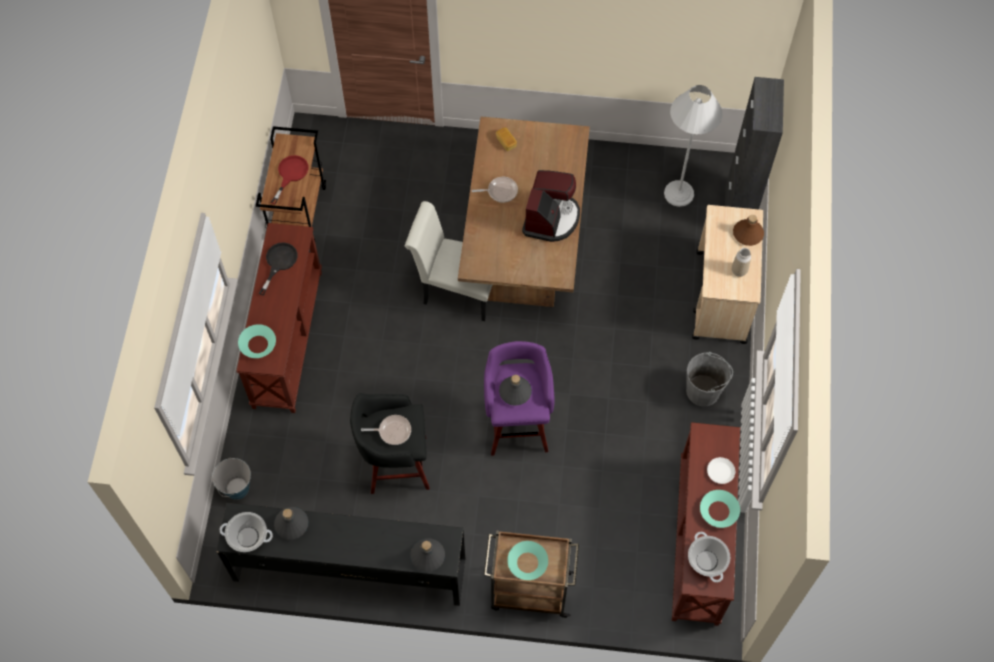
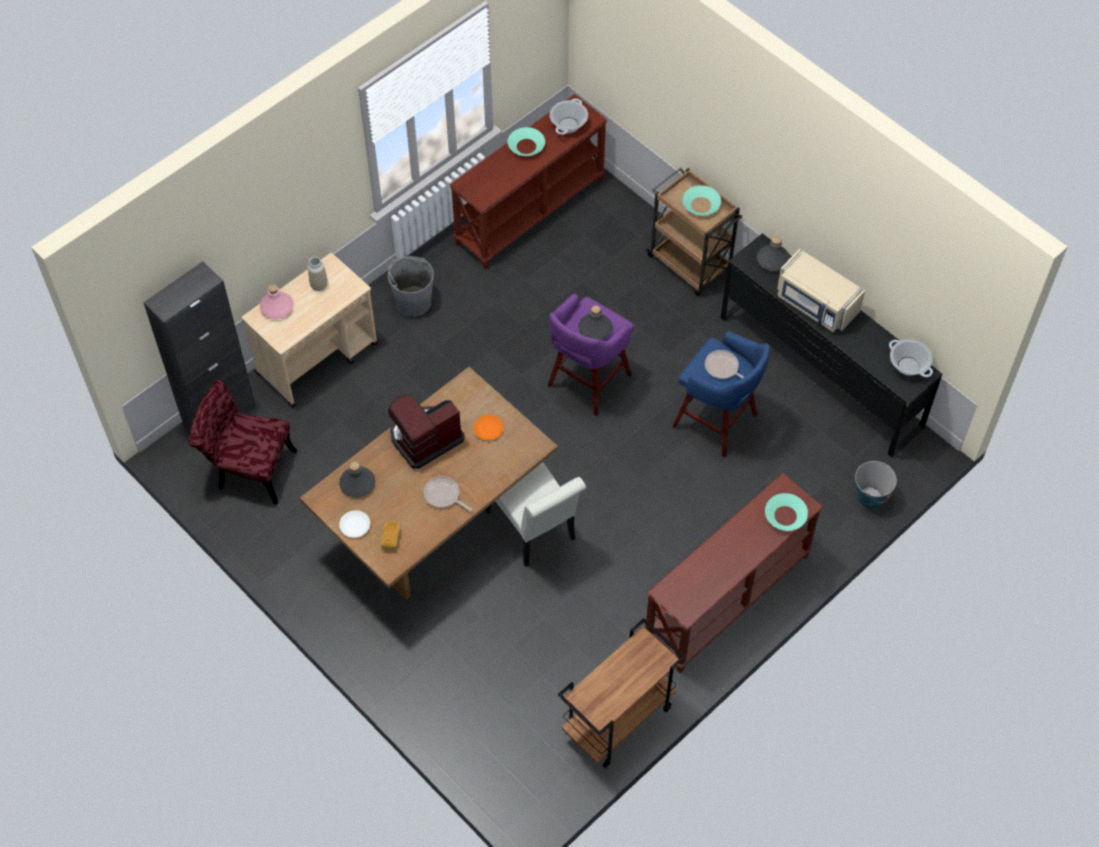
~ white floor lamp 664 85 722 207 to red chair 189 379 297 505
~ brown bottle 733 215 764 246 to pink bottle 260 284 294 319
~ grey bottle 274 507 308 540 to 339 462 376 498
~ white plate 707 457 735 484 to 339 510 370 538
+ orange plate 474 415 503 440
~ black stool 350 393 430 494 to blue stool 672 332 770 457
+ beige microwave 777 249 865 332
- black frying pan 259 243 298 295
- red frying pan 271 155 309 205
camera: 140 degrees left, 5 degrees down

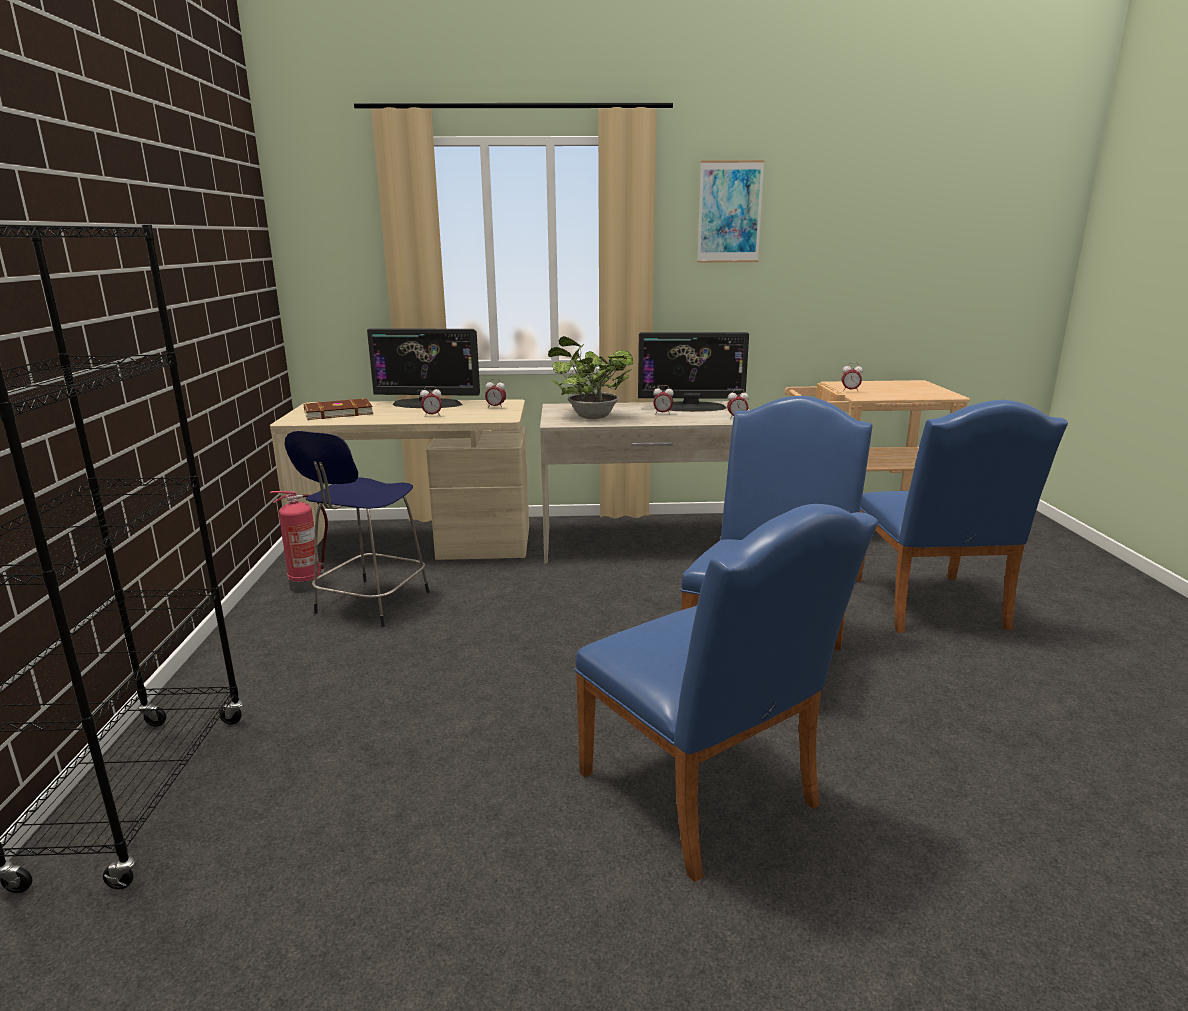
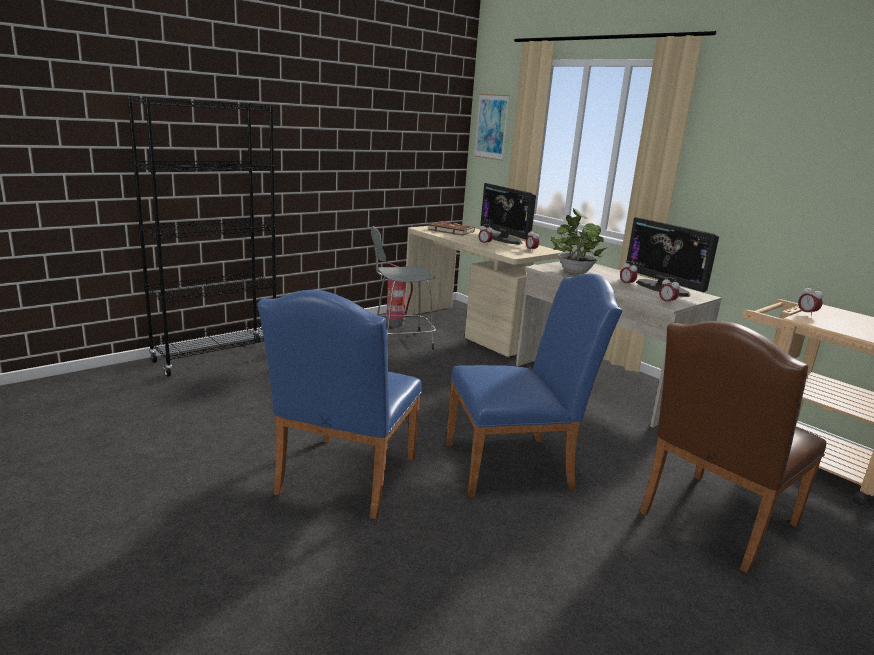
~ blue stool 285 431 430 627 to grey stool 371 226 436 350
~ picture 697 160 765 263 to 474 94 510 161
~ blue chair 856 400 1068 633 to brown chair 640 321 826 573
camera: 50 degrees right, 0 degrees up

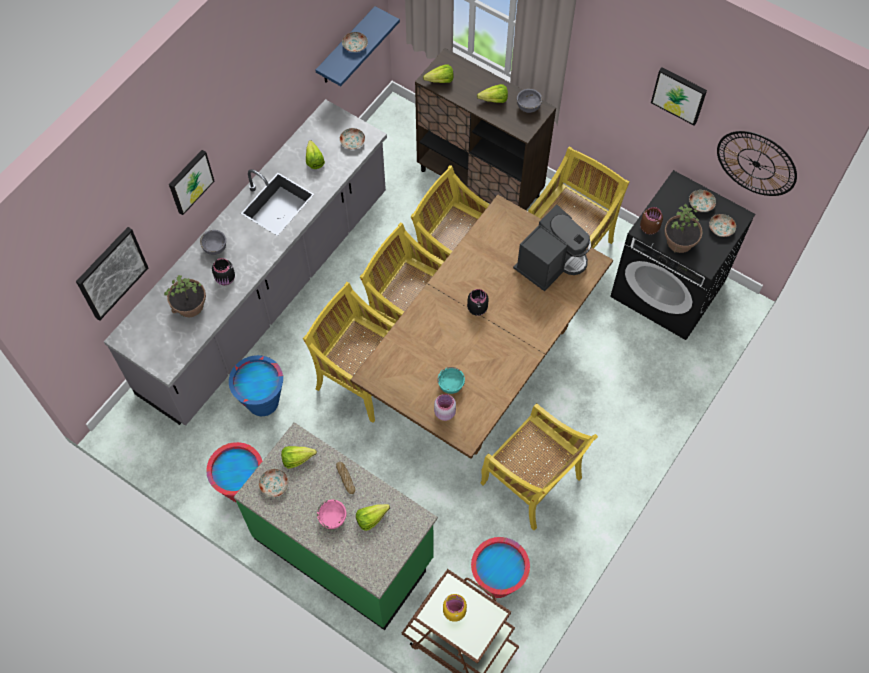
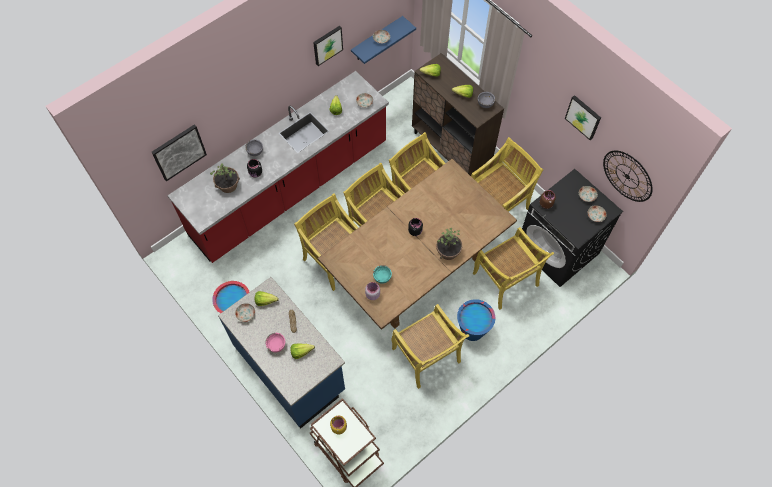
~ grey counter 104 99 387 426 to red counter 168 71 389 263
~ green counter 234 422 438 630 to blue counter 218 277 345 428
~ picture 169 150 214 215 to 313 26 343 66
~ potted plant 664 204 703 253 to 436 228 462 260
~ blue bucket 229 355 283 416 to 457 299 495 341
+ yellow chair 473 227 554 310
- red bucket 471 537 530 598
- coffee machine 513 205 591 291
camera: 15 degrees right, 0 degrees up

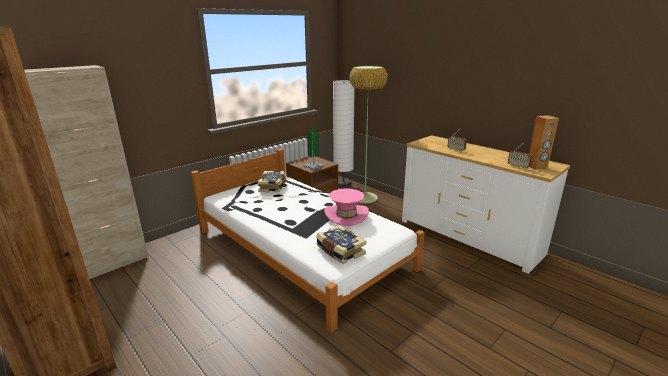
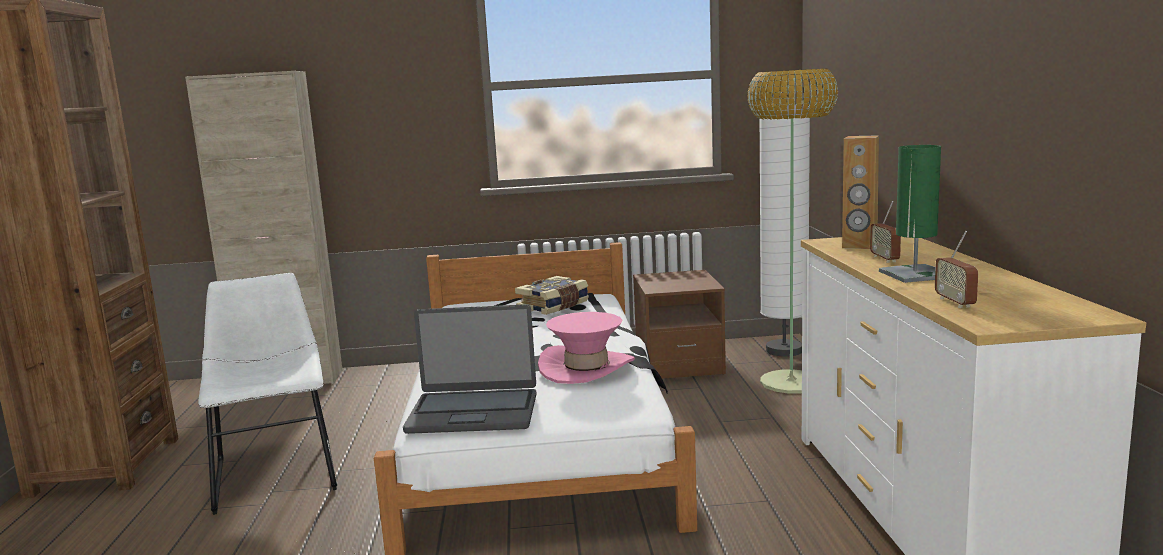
+ white chair 198 273 337 515
~ book 316 225 366 264 to laptop 403 304 536 434
~ brown speaker 529 115 559 170 to 842 135 879 249
~ green table lamp 304 130 324 170 to 879 145 941 283
camera: 40 degrees right, 10 degrees down

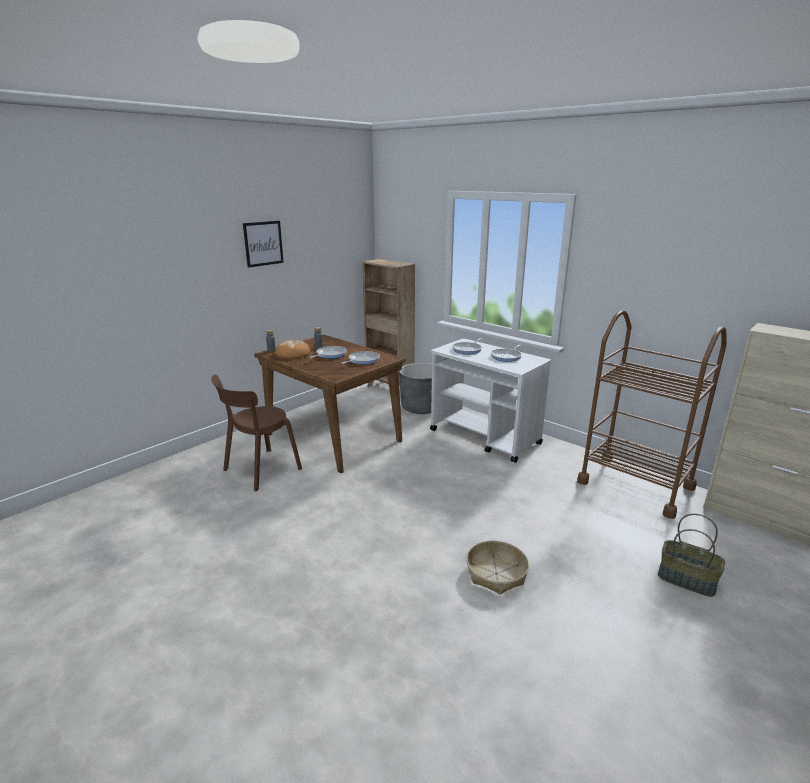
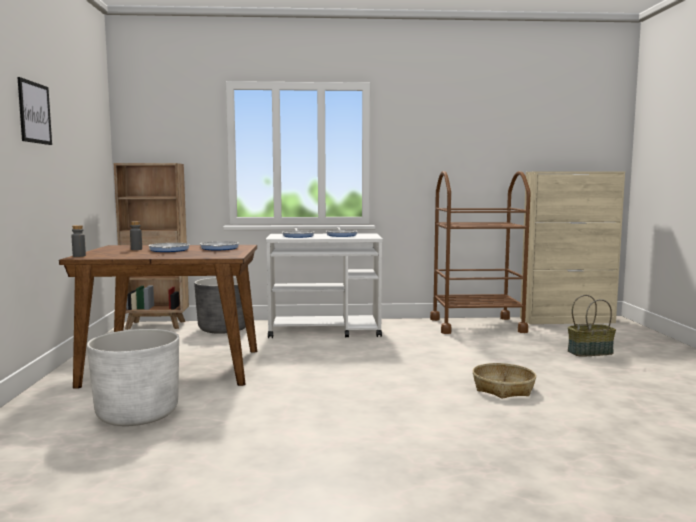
~ brown chair 211 374 302 492 to white planter 87 329 179 426
- bread 275 340 310 359
camera: 45 degrees left, 15 degrees down

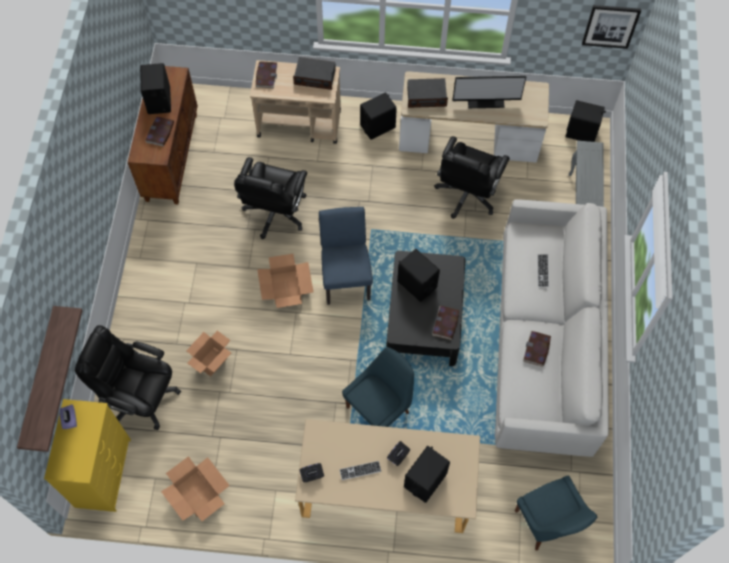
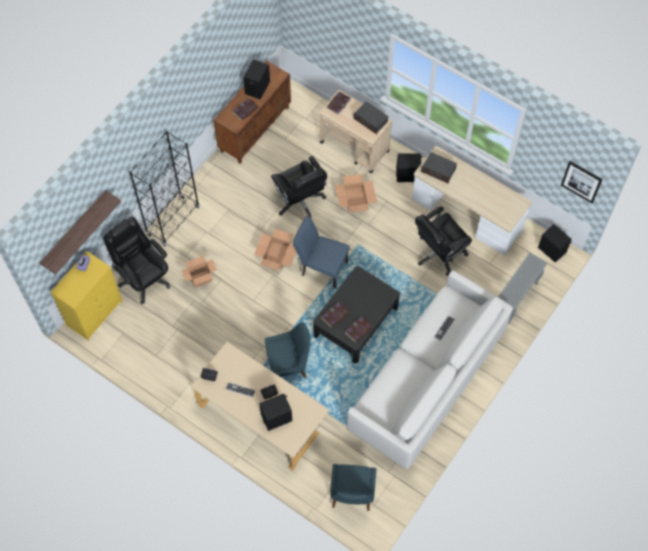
+ black bookcase 129 131 200 247
~ black office chair 234 157 307 239 = 271 156 327 218 75 degrees counterclockwise
~ blue chair 319 207 373 305 = 293 216 350 289 90 degrees counterclockwise
~ book 523 331 551 367 to 322 302 349 327
~ cardboard box 161 456 230 521 to 335 174 377 213
- black speaker 397 249 440 302
- monitor 453 76 526 108
camera: 30 degrees right, 0 degrees up

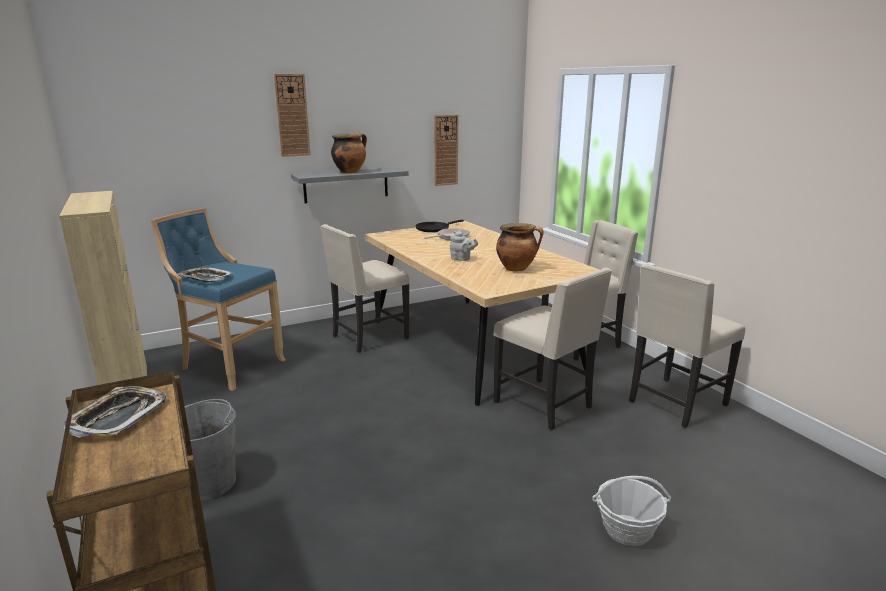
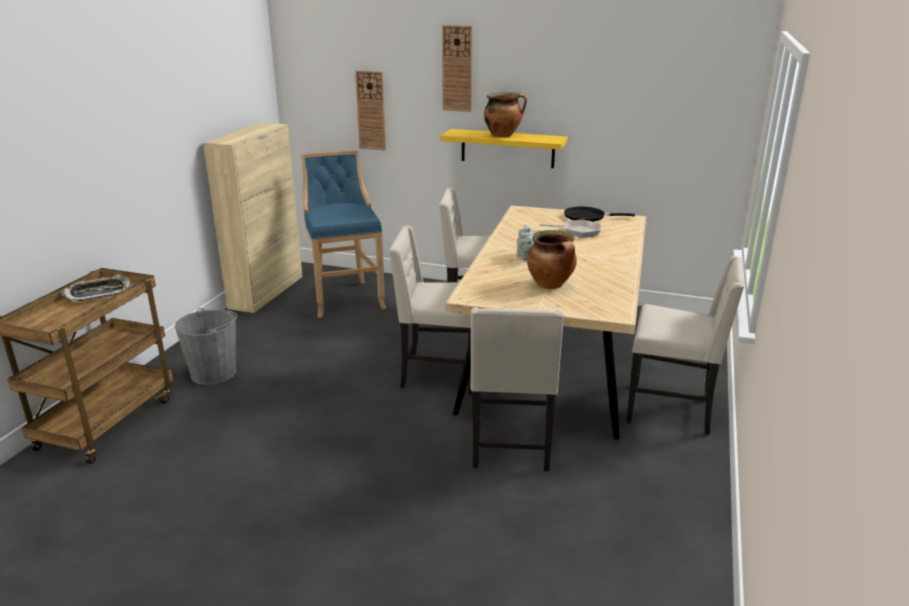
~ wall clock 434 115 458 186 to 355 70 386 150
~ beige chair 629 264 745 428 to 389 226 472 395
~ grey shelf 291 167 409 203 to yellow shelf 440 129 568 168
- tray 178 267 233 282
- basket 593 476 671 546
camera: 45 degrees right, 5 degrees up

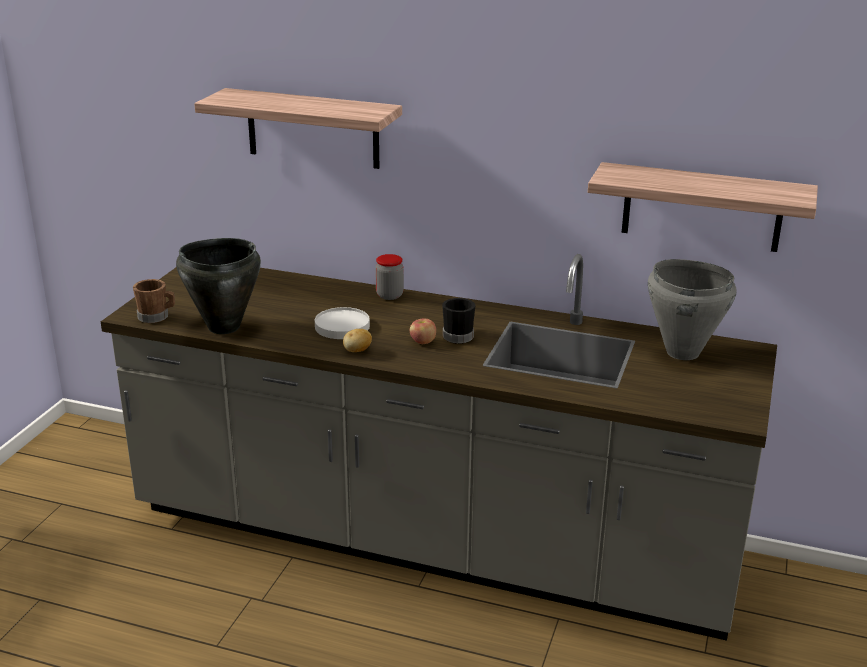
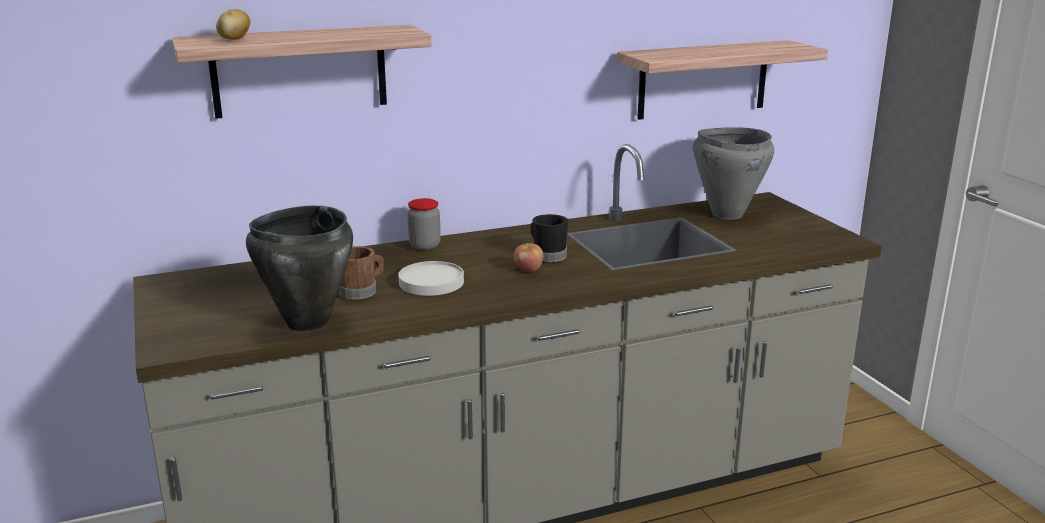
~ potato 343 329 372 352 to 216 9 250 40
~ brown mug 133 279 175 323 to 339 246 384 300
camera: 40 degrees left, 5 degrees down

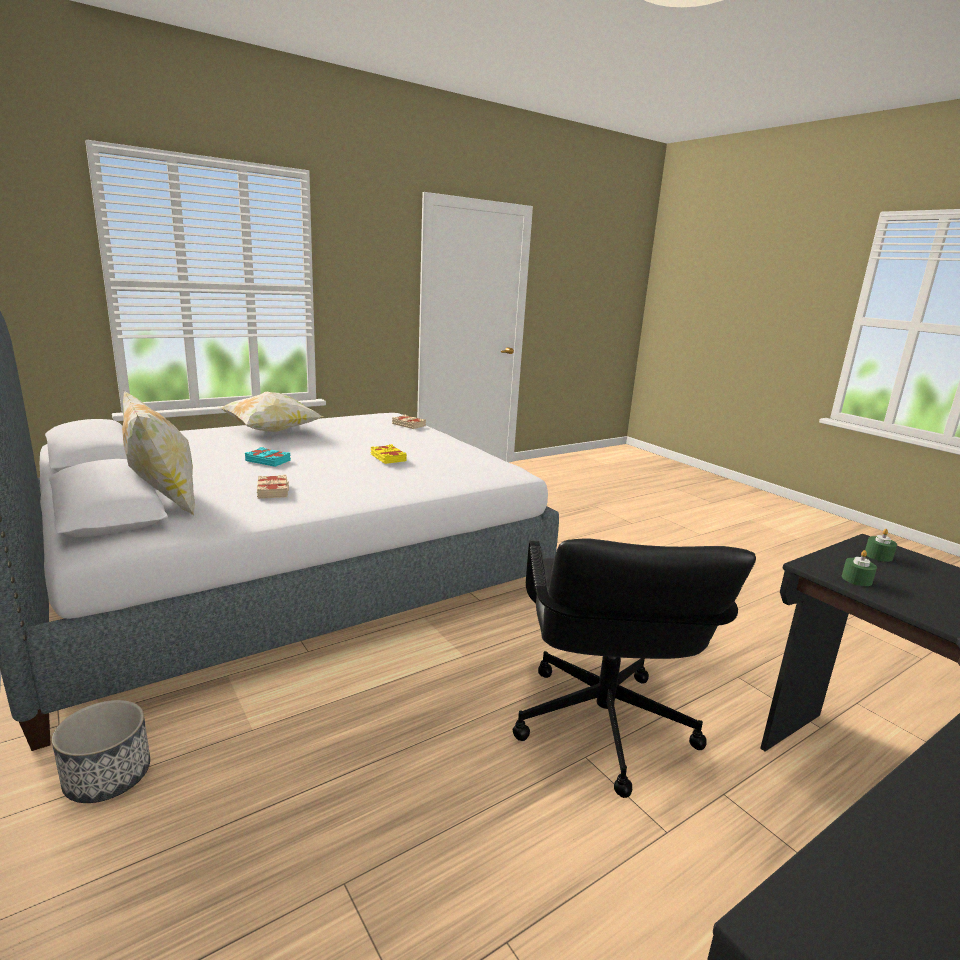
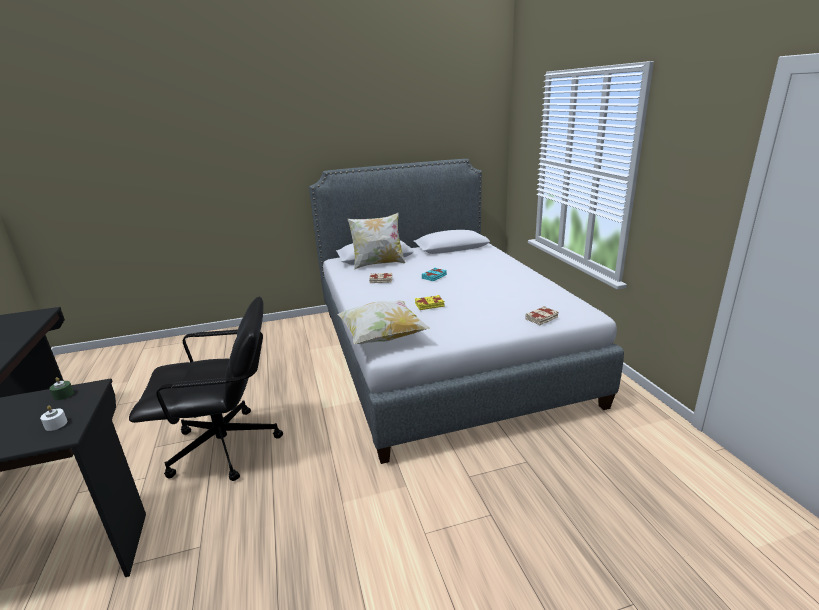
~ green candle 865 529 897 562 to white candle 40 406 68 431
~ black office chair 513 538 756 798 = 129 296 283 481 150 degrees clockwise
~ pillow 221 392 323 432 to 337 300 430 344
- planter 52 700 150 803
camera: 110 degrees right, 5 degrees up

